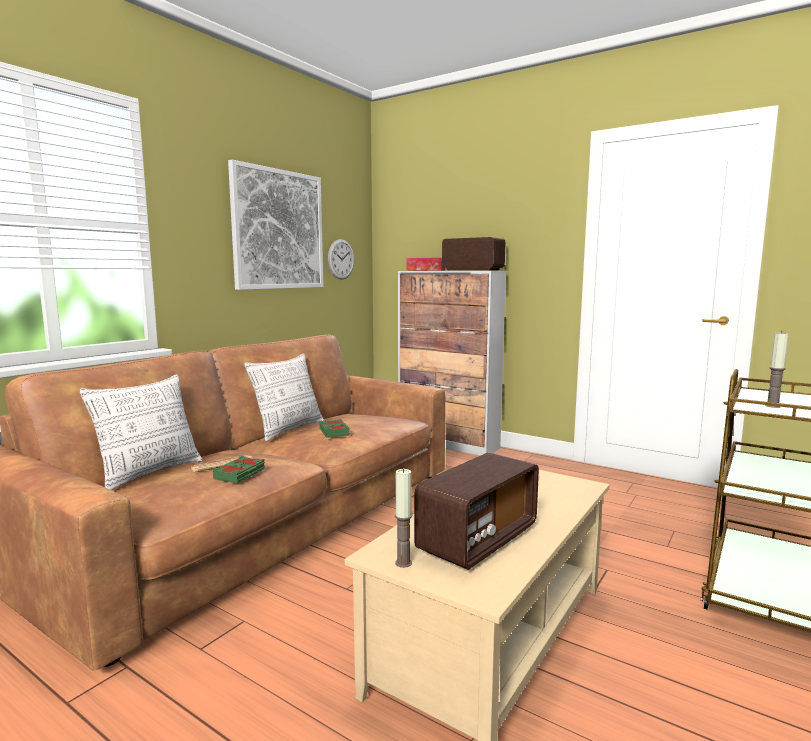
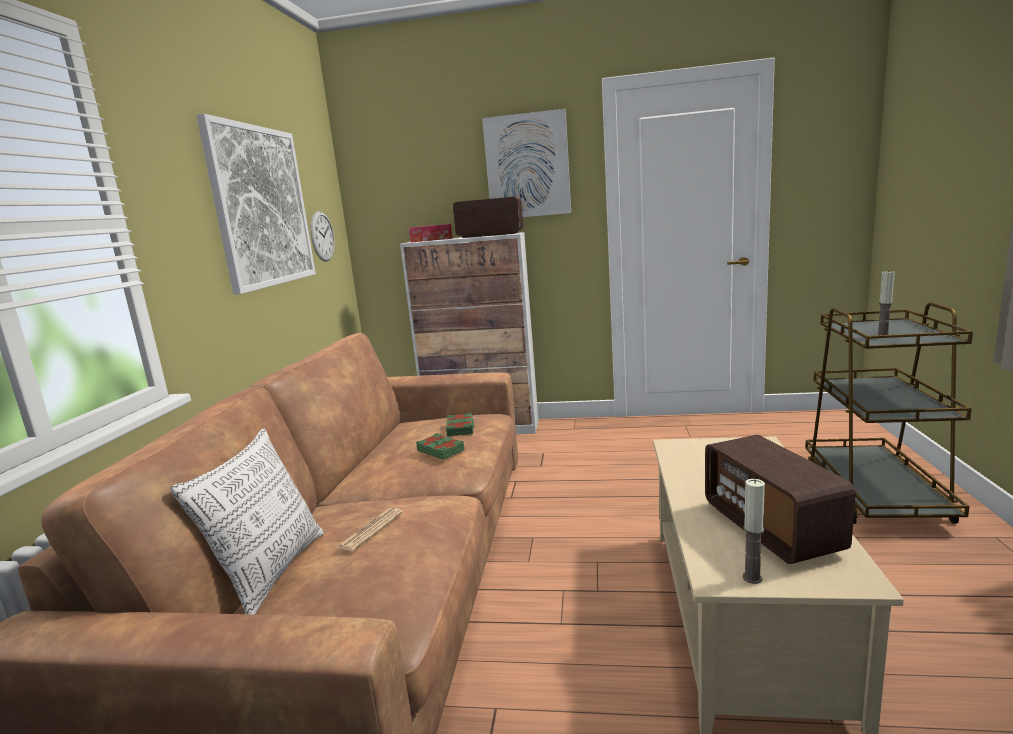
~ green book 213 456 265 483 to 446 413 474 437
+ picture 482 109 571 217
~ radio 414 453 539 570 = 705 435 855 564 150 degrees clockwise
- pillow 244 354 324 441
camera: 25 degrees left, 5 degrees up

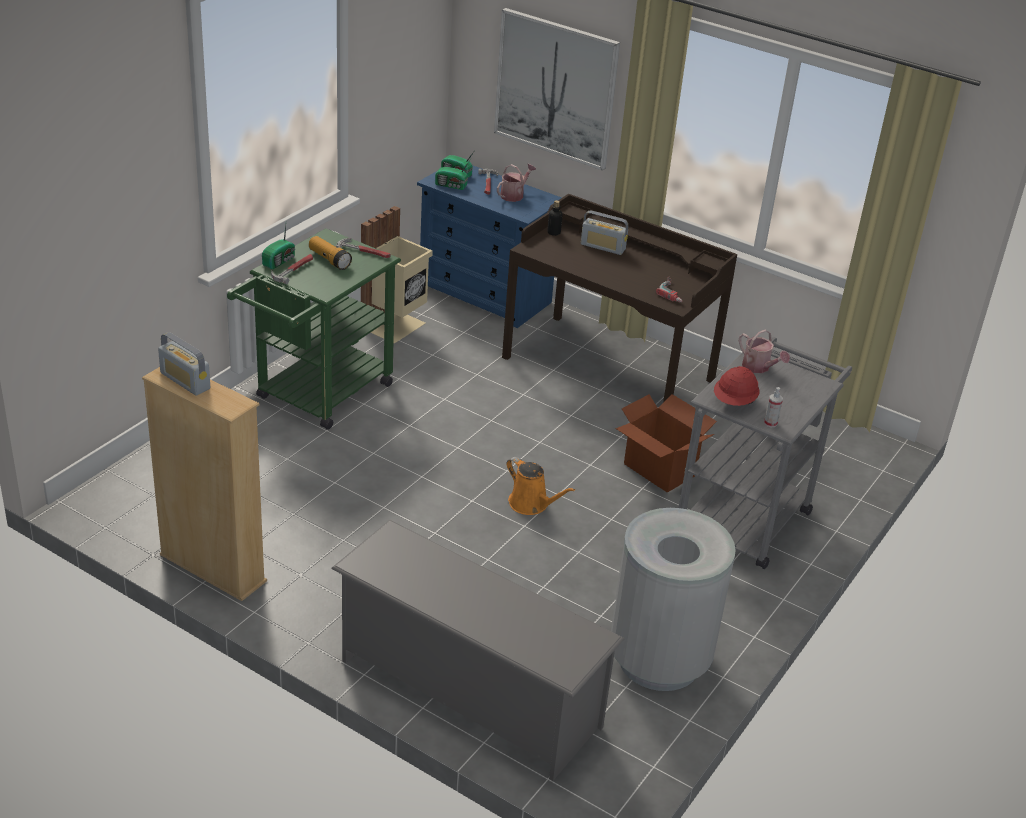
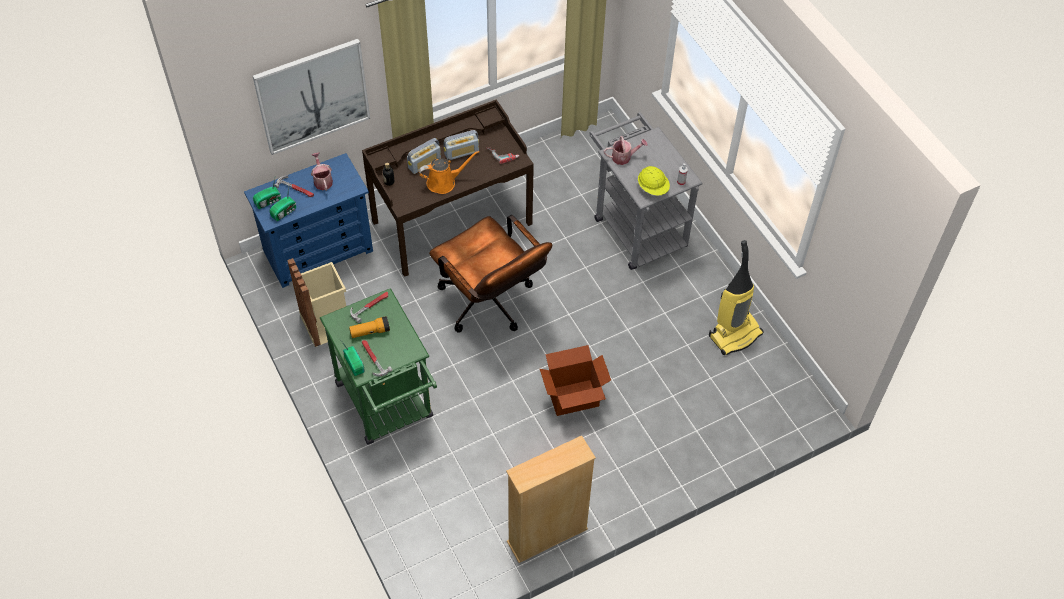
~ orange watering can 506 457 575 515 to 419 151 479 194
+ brown office chair 429 215 552 333
~ radio 158 332 210 396 to 444 130 479 160
~ cardboard box 616 394 717 493 to 540 345 611 416
~ red hard hat 714 366 759 406 to yellow hard hat 638 166 670 195
~ grey trash can 611 508 736 691 to vacuum cleaner 709 240 764 355
- grey shoe rack 331 520 624 781
camera: 60 degrees left, 20 degrees up

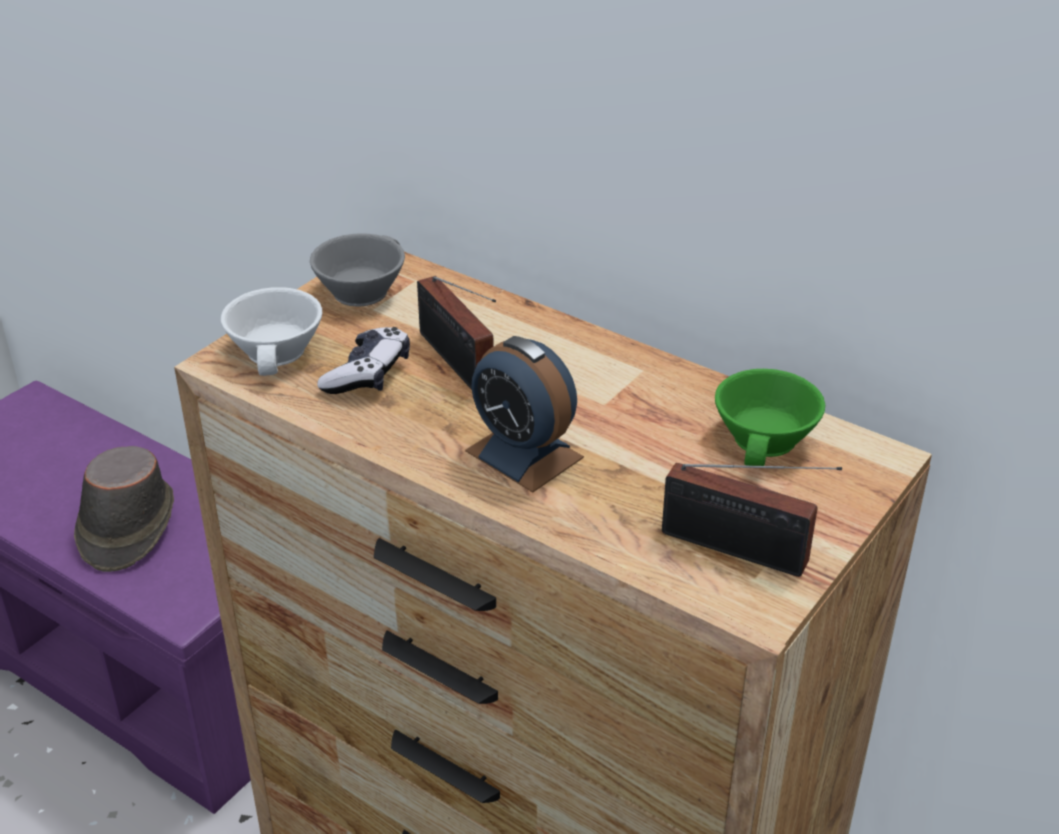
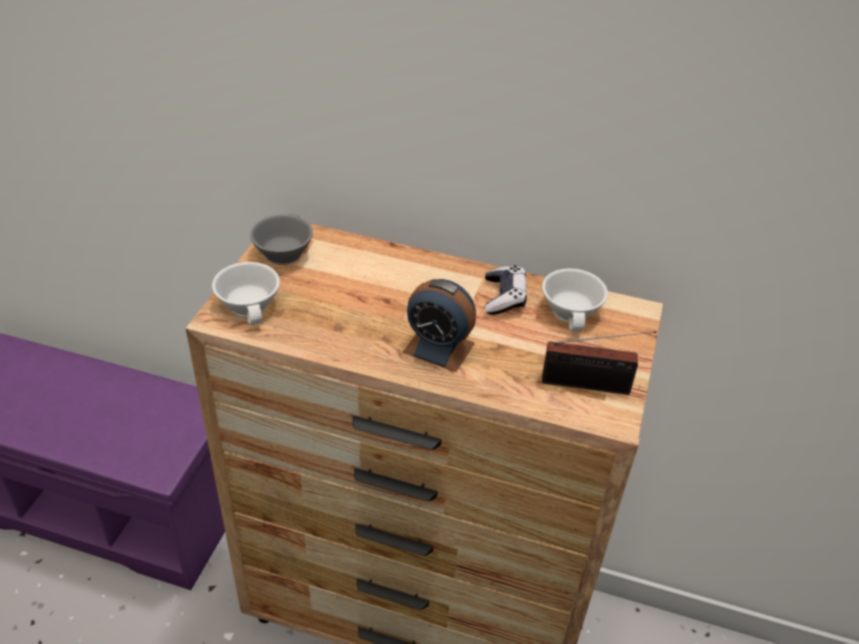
~ game controller 317 327 410 394 to 484 265 527 315
~ green cup 715 369 825 466 to white cup 542 268 608 331
- brown hat 74 446 174 572
- radio 417 276 496 390
camera: 20 degrees left, 5 degrees up

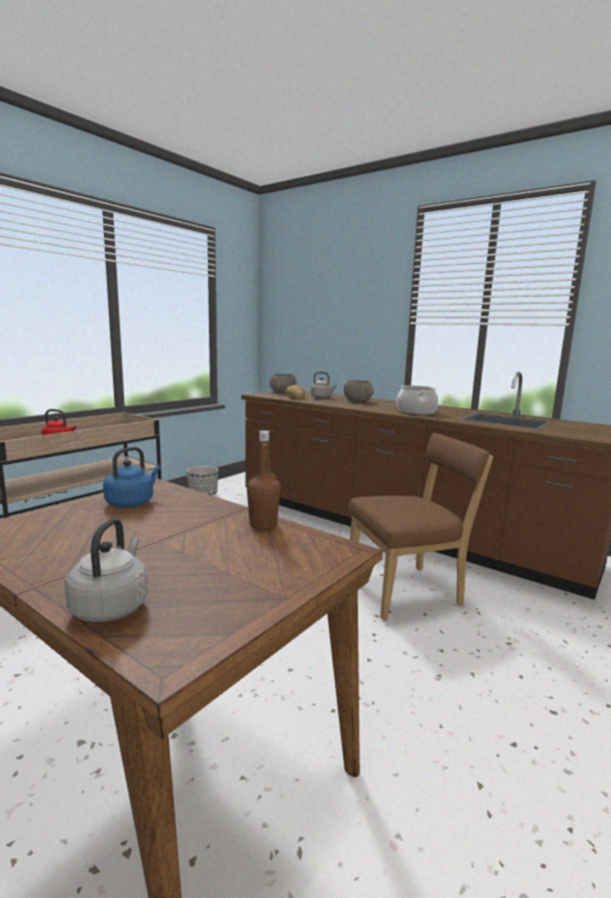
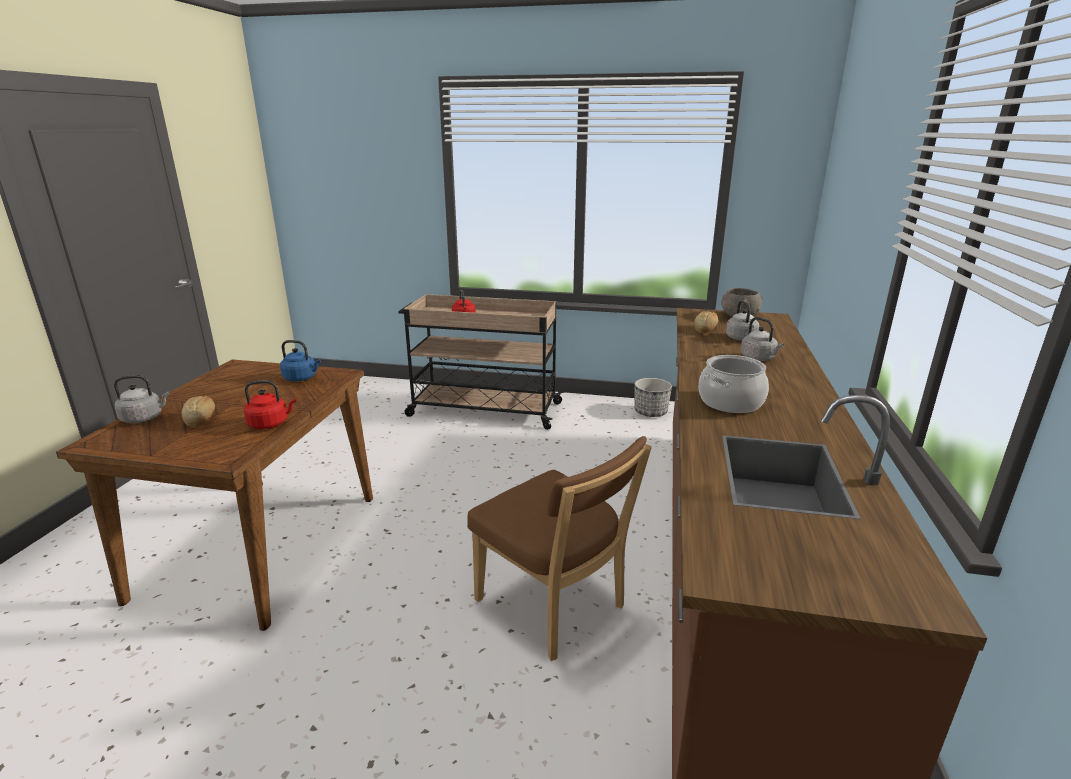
+ bread 182 395 215 428
~ brown bottle 247 431 280 530 to red kettle 244 380 296 429
~ grey bowl 344 380 374 402 to grey kettle 741 317 784 361
camera: 65 degrees right, 10 degrees up

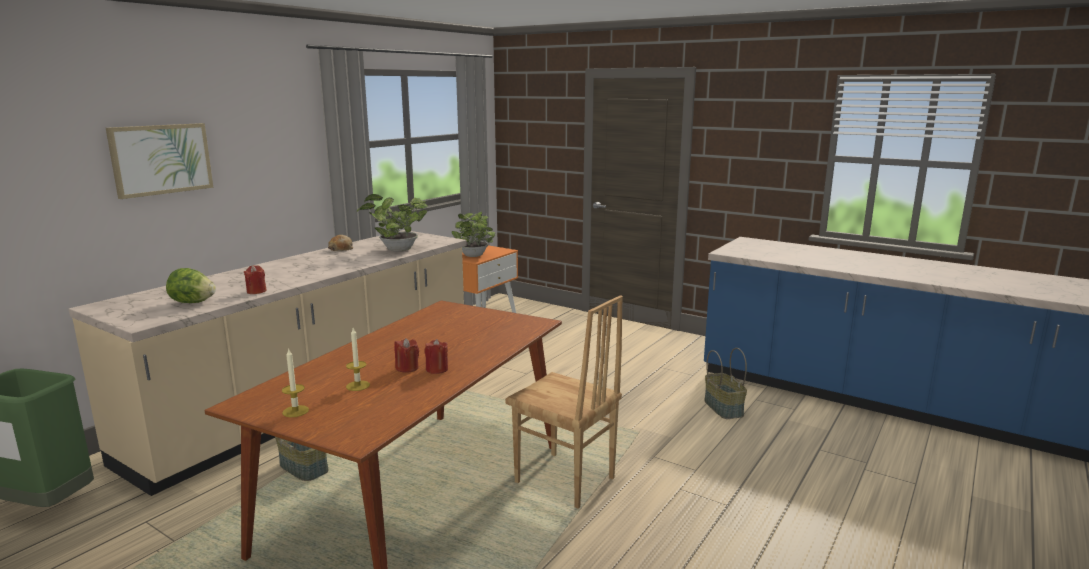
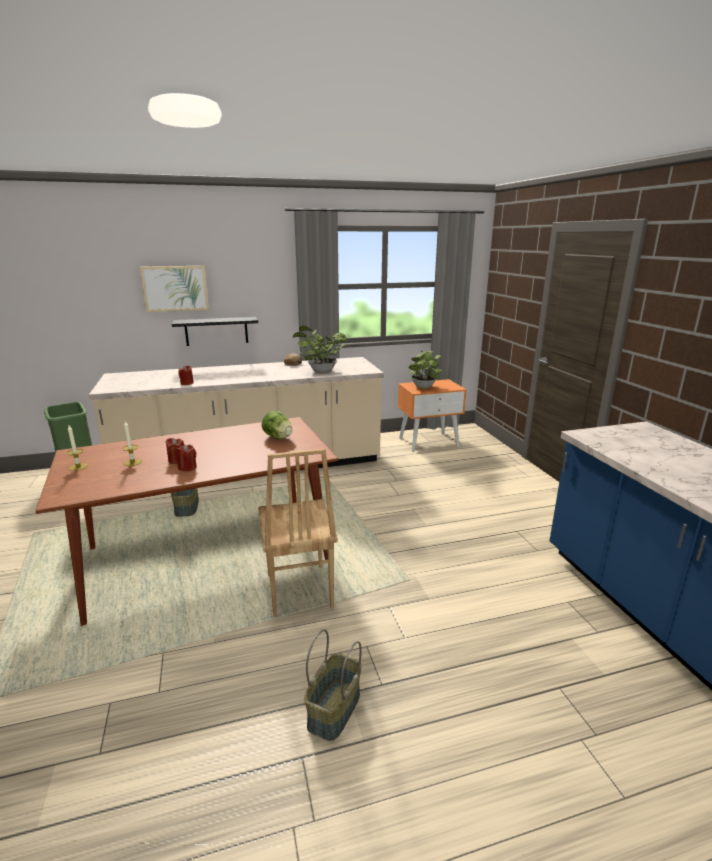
+ black shelf 172 317 258 346
~ lettuce 166 268 216 303 to 262 411 292 439
~ basket 704 348 747 419 to 304 629 362 741
camera: 40 degrees right, 5 degrees up

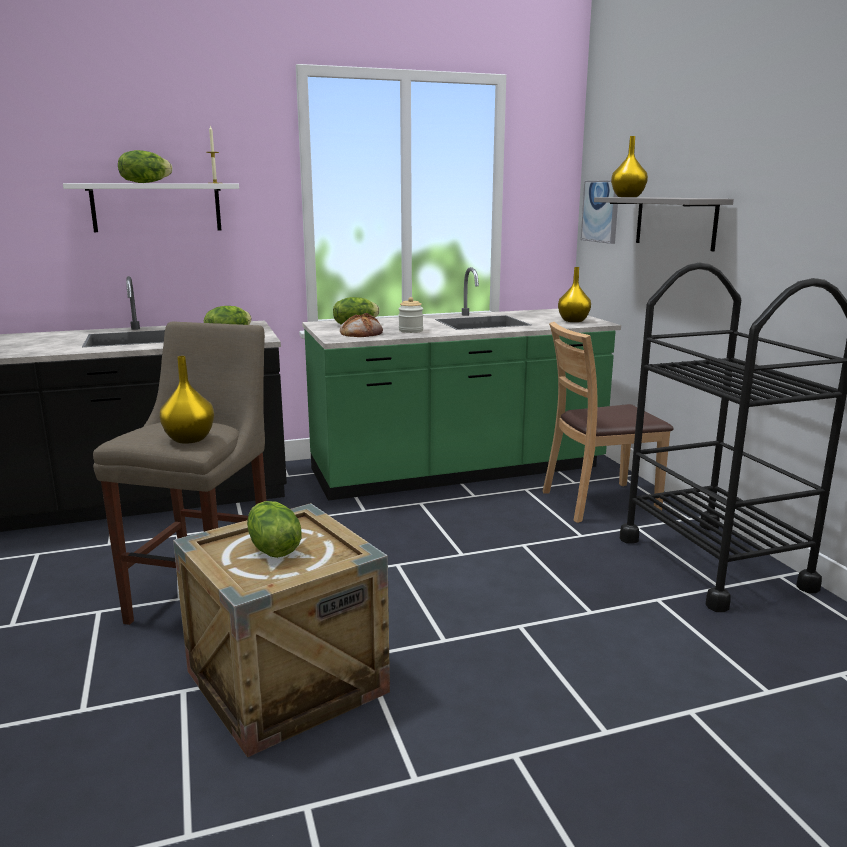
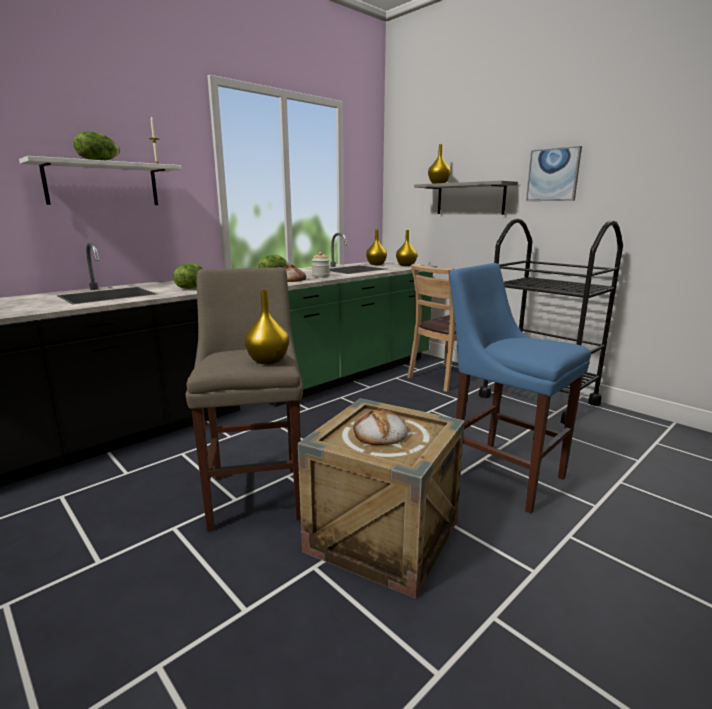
~ lettuce 247 501 301 558 to bread 353 408 408 445
+ yellow vase 366 230 387 265
+ blue stool 449 263 591 514
~ picture 581 180 618 244 to 526 146 582 201
camera: 25 degrees left, 0 degrees up

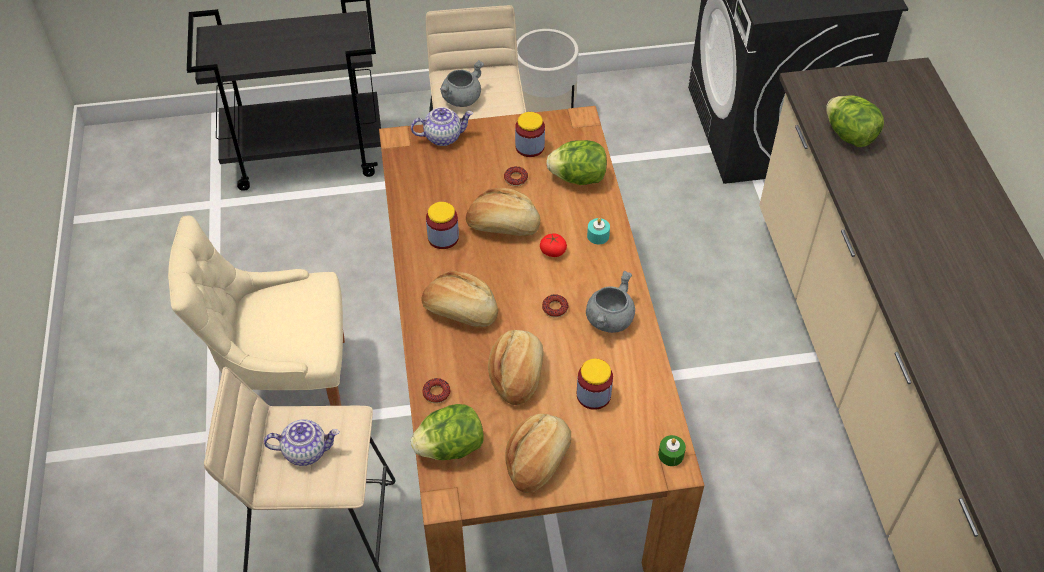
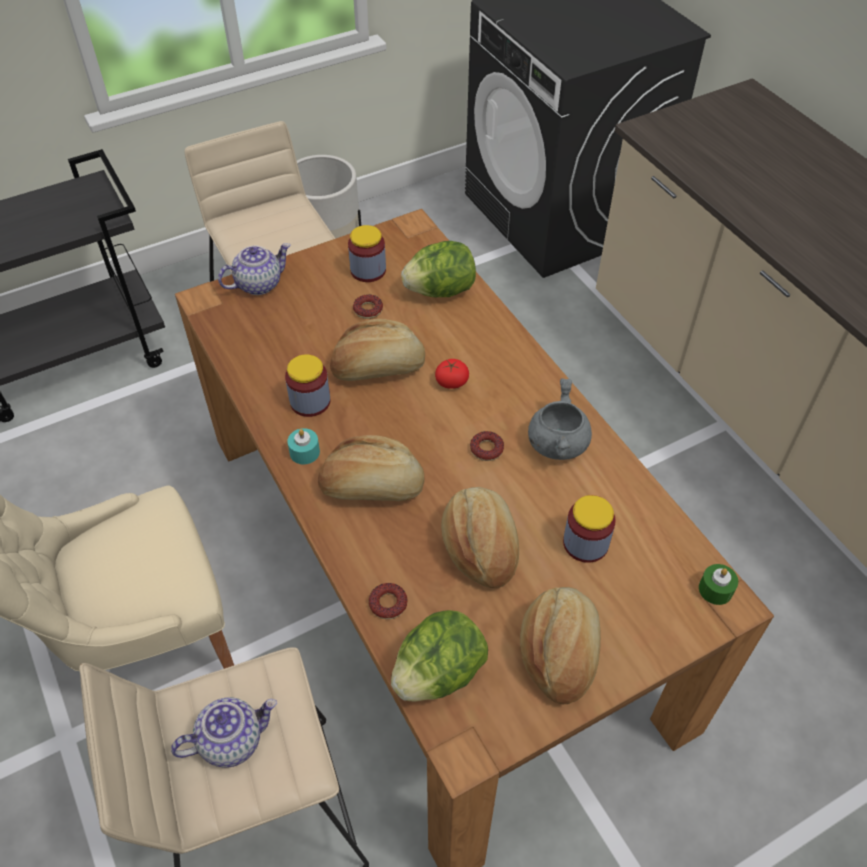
~ turquoise candle 587 218 610 244 to 287 428 320 464
- grey cooking pot 440 60 484 107
- lettuce 826 95 884 147
camera: 20 degrees left, 0 degrees up

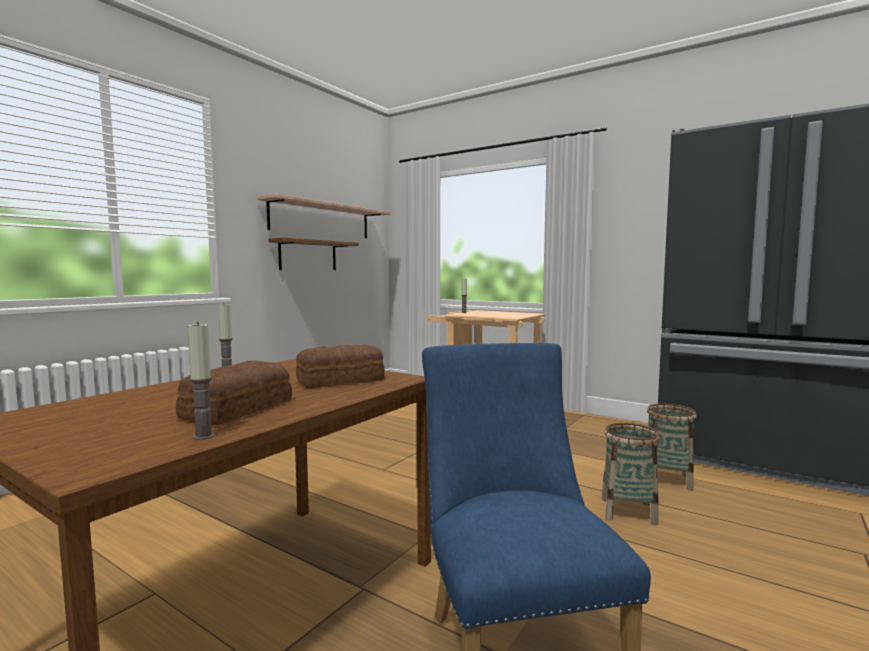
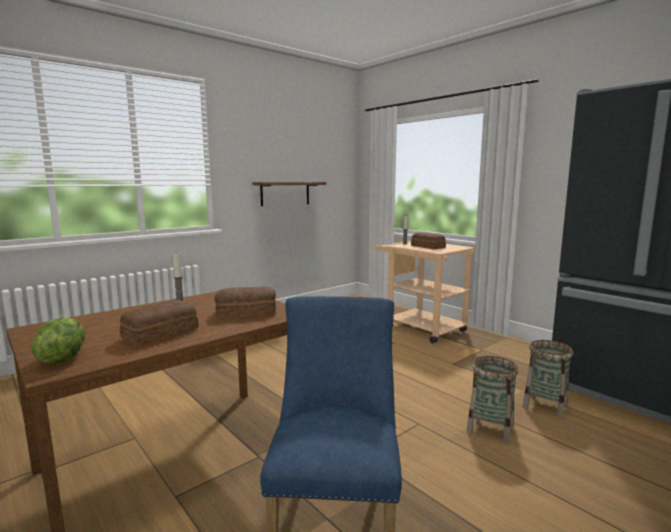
+ lettuce 31 318 85 364
+ bread 411 232 446 249
- candle 188 322 214 440
- shelf 256 194 391 238
camera: 15 degrees right, 5 degrees up

